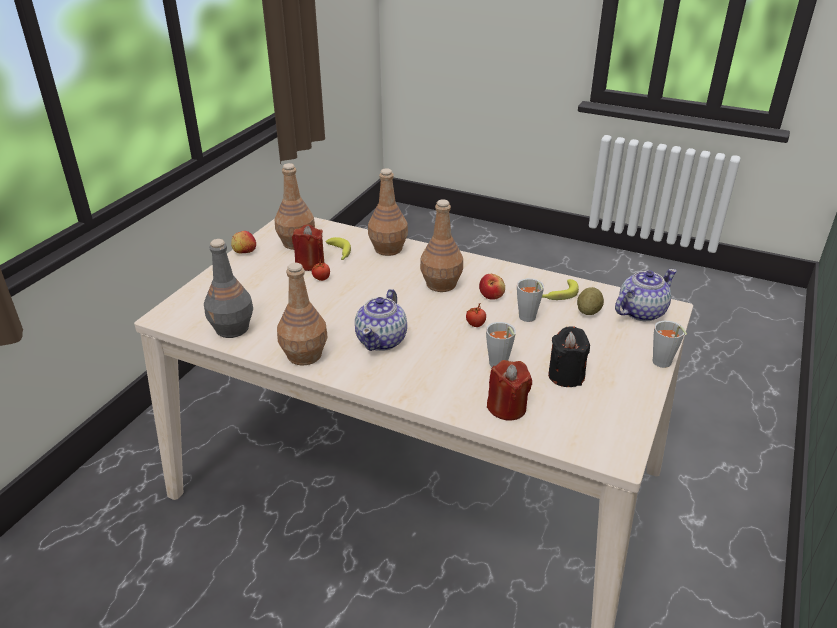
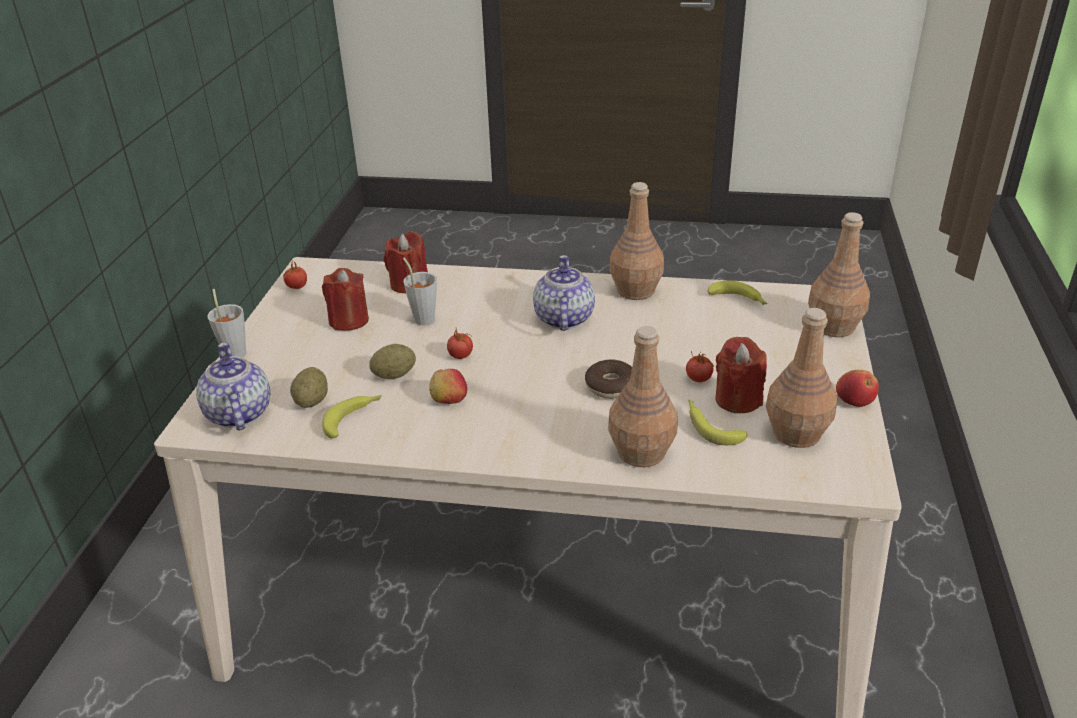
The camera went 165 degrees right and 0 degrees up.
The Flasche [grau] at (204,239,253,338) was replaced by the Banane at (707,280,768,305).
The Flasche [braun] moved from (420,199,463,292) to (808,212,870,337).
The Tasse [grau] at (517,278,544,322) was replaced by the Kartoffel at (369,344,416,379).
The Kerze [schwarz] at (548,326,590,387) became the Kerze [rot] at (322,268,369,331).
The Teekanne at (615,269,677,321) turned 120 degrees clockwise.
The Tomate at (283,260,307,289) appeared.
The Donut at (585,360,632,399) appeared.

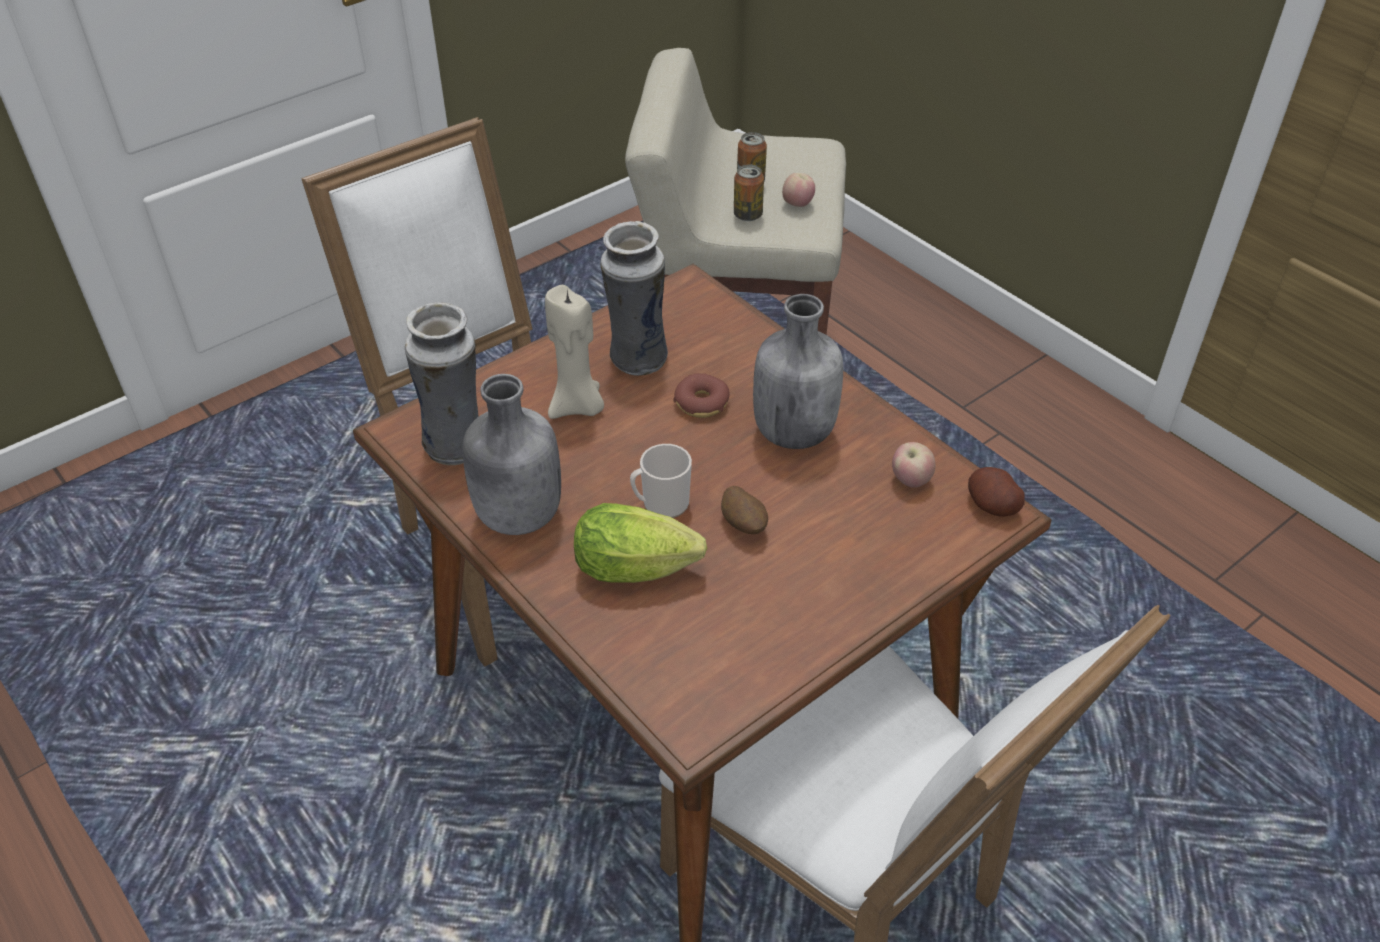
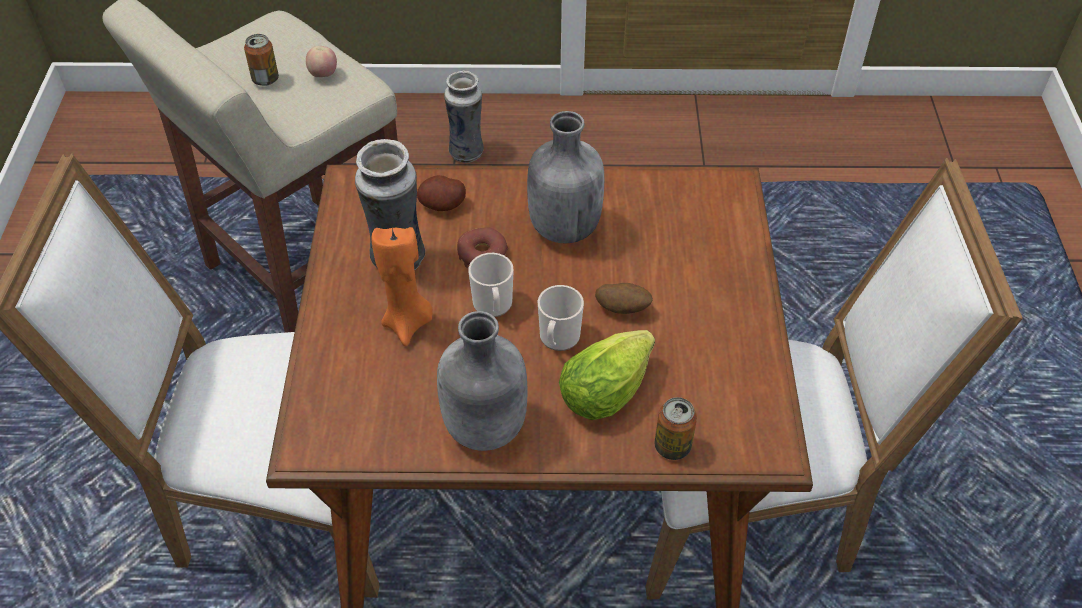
The camera went 50 degrees left and 5 degrees up.
The Vase moved from (405,302,479,465) to (444,71,484,163).
The Kerze [beige] at (545,285,604,419) became the Kerze [orange] at (371,227,433,346).
The Dose moved from (734,165,764,221) to (654,397,697,460).
The Apfel at (892,442,935,488) disappeared.
The Kartoffel moved from (968,467,1025,517) to (417,175,466,211).
The Henkelbecher at (468,253,513,317) appeared.

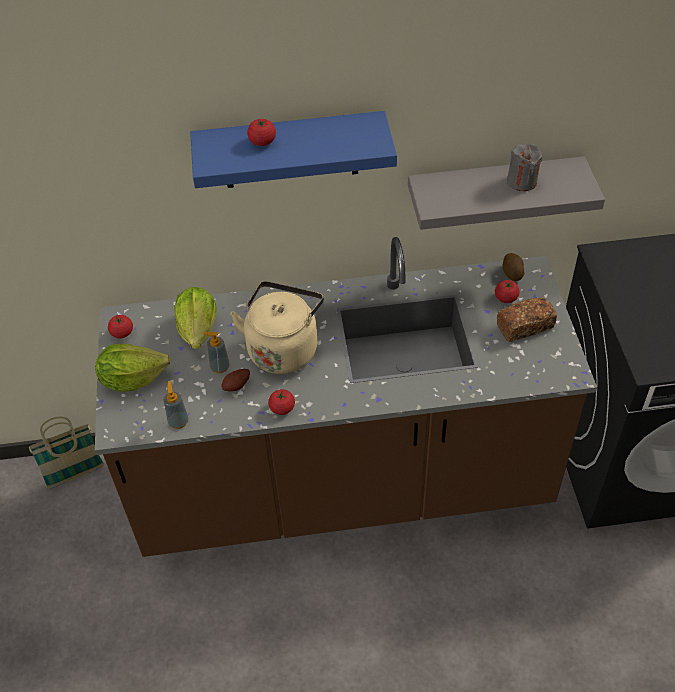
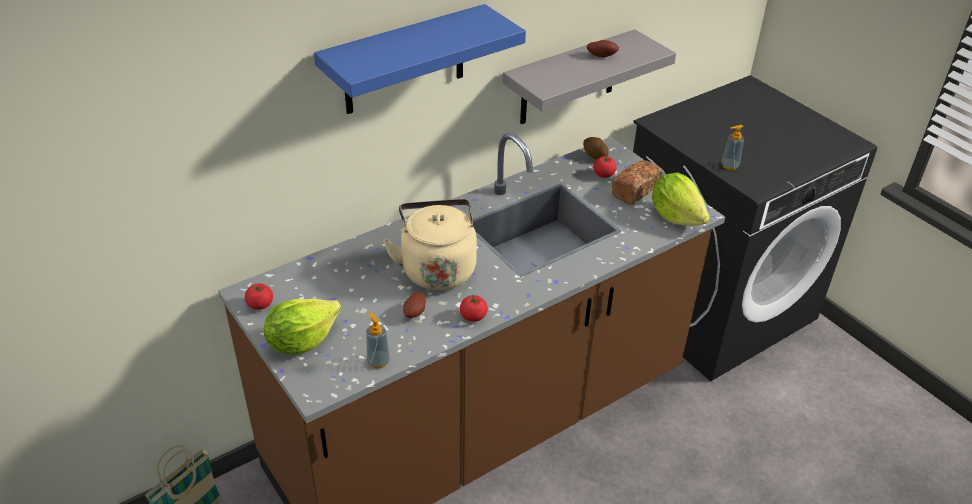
The camera went 30 degrees left and 10 degrees down.
The Salatkopf moved from (175,287,217,349) to (652,172,710,226).
The Seifenspender moved from (203,332,230,373) to (722,125,744,170).
The Tomate at (247,119,276,146) disappeared.
The Kerze [grau] at (507,143,542,191) was replaced by the Kartoffel at (587,40,619,57).

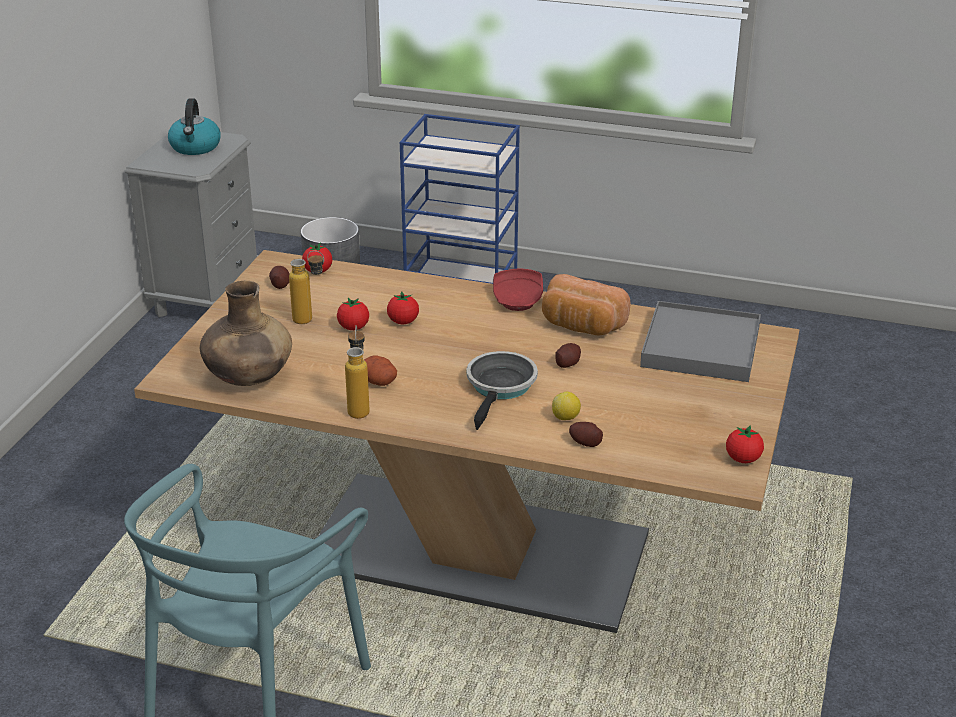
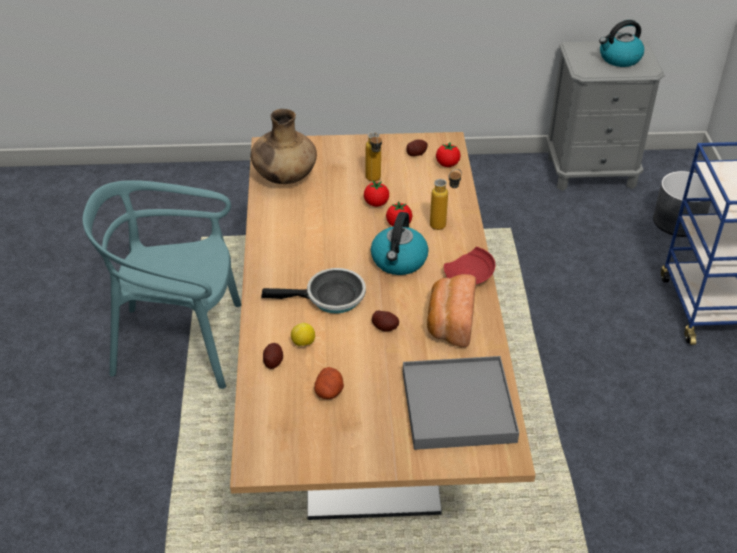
The camera went 70 degrees right and 10 degrees up.
The Flasche moved from (345,325,370,419) to (430,169,462,230).
The Kartoffel moved from (364,355,397,386) to (314,367,344,399).
The Tomate at (726,425,764,463) disappeared.
The Wasserkessel at (371,212,429,275) appeared.

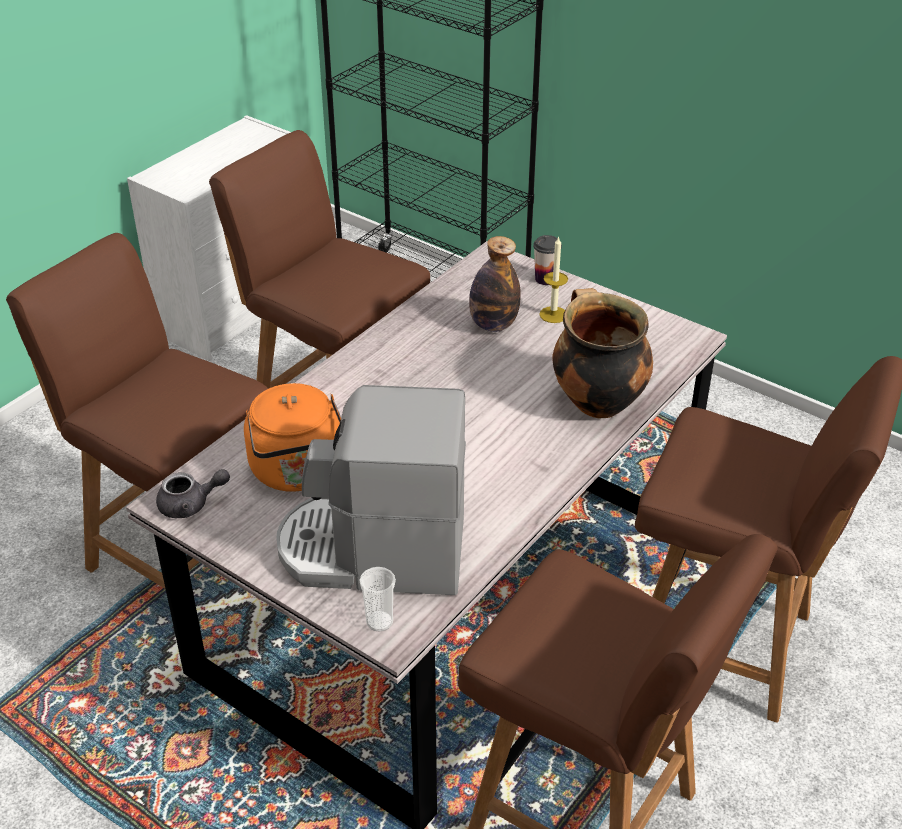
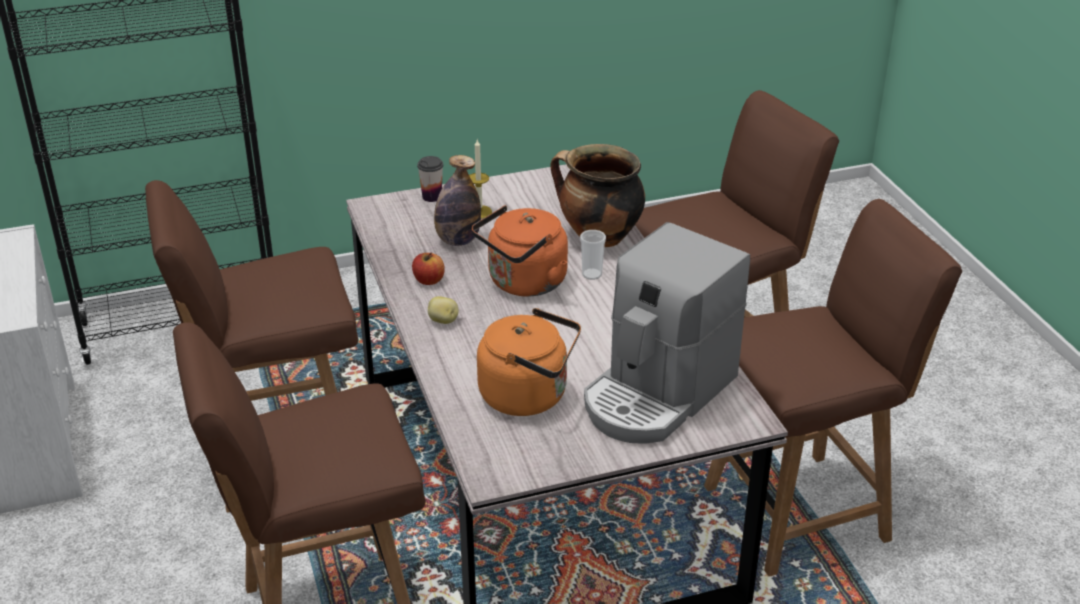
The camera went 55 degrees left and 5 degrees down.
The Teekanne [grau] at (156,469,230,518) disappeared.
The Tasse moved from (359,567,396,632) to (580,230,606,280).
The Apfel at (412,253,445,285) appeared.
The Kartoffel at (428,296,458,324) appeared.
The Wasserkessel [orange] at (472,205,568,297) appeared.

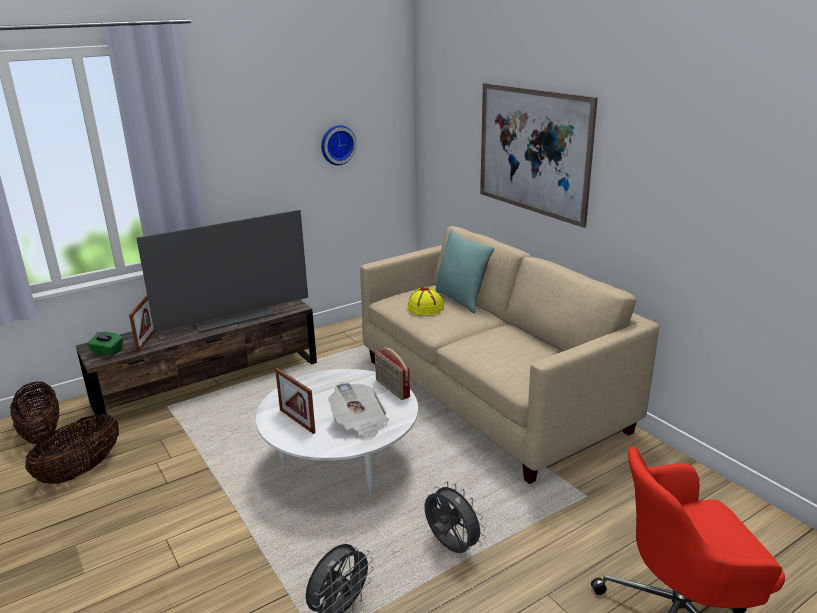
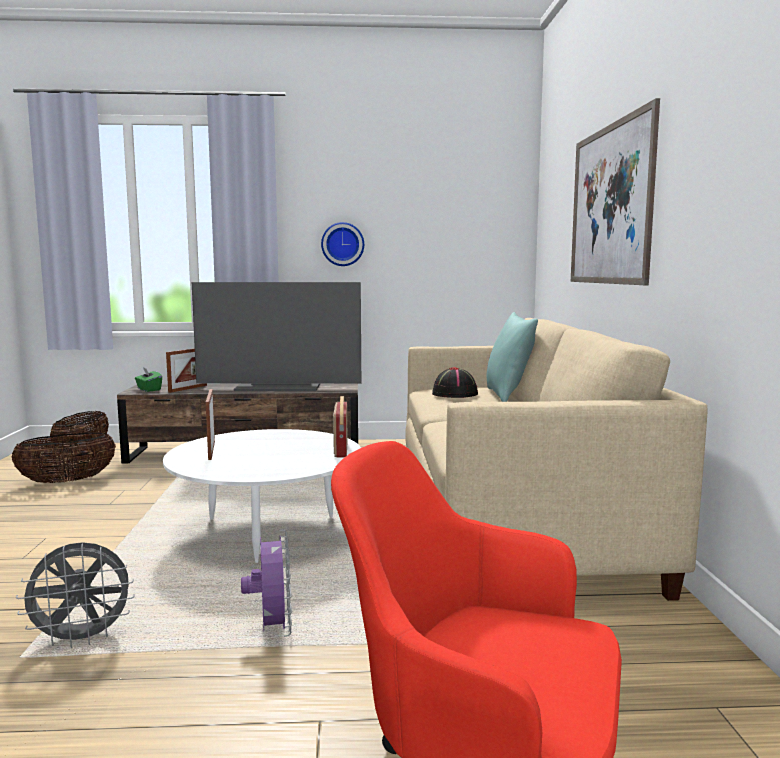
The camera went 30 degrees right and 15 degrees down.
The Wanduhr moved from (321,125,357,165) to (321,222,364,266).
The Zeitung at (328,382,389,440) disappeared.
The Hut [gelb] at (407,287,444,315) became the Hut [schwarz] at (432,367,478,398).
The Ventilator [grau] at (425,482,486,553) became the Ventilator [lila] at (241,529,292,637).

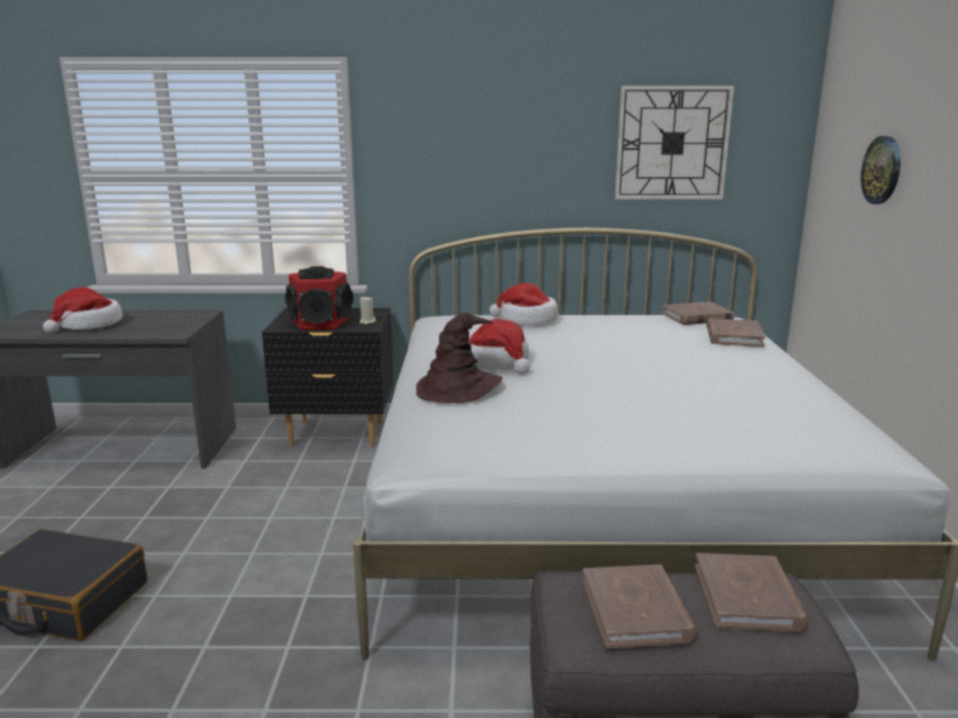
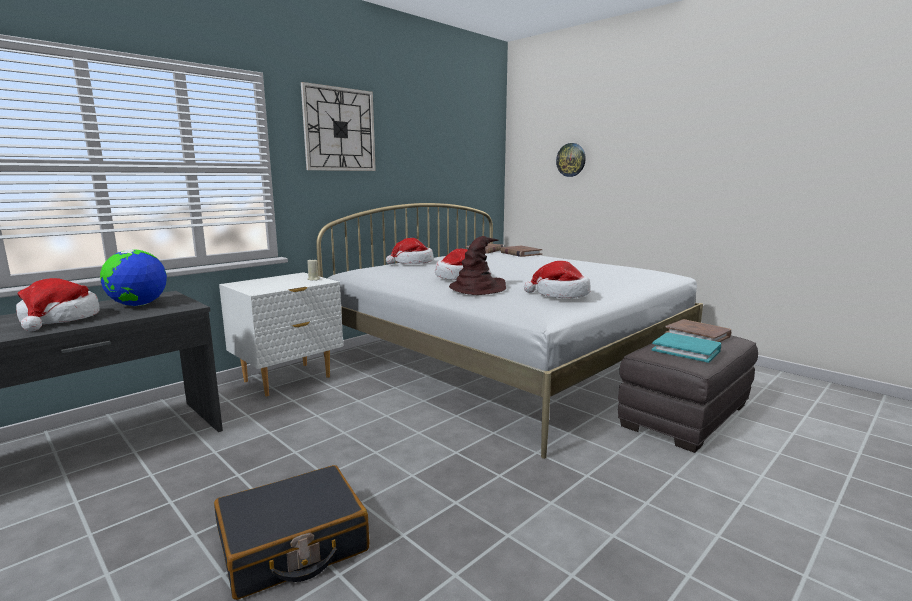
The camera went 45 degrees left and 5 degrees down.
The Nachttisch [schwarz] at (262,308,393,447) became the Nachttisch [weiß] at (219,272,343,396).
The Lautsprecher at (285,266,353,330) disappeared.
The Buch [braun] at (582,564,697,649) became the Buch [türkis] at (652,332,721,363).
The Wanduhr moved from (615,85,734,199) to (301,82,376,171).
The Globus at (100,249,167,306) appeared.
The Hut at (524,261,591,298) appeared.

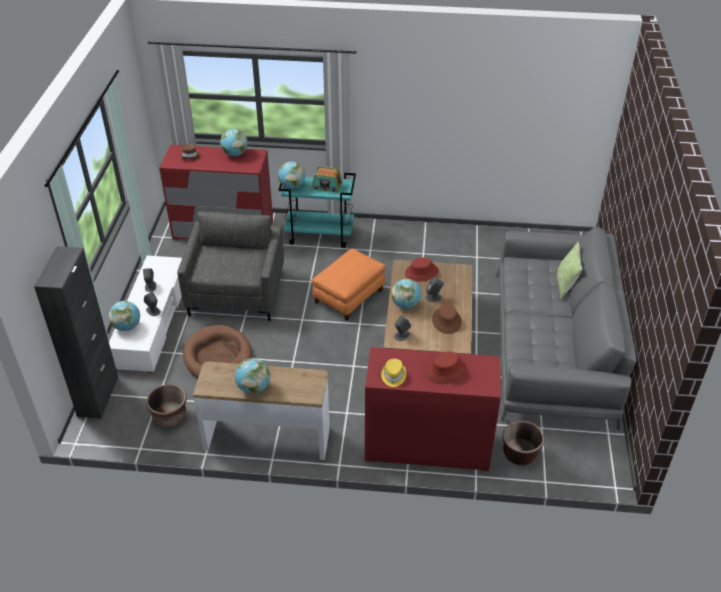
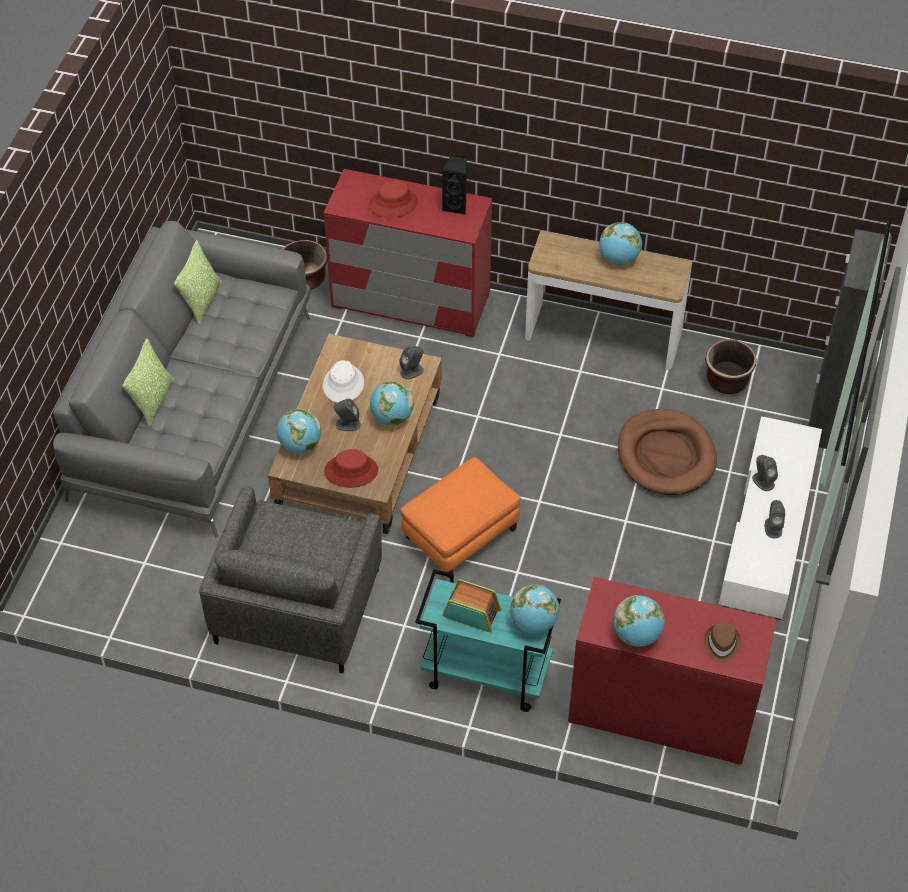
The camera went 170 degrees left and 10 degrees up.
The Globus moved from (109,301,140,331) to (277,409,321,454).
The Sessel [grau] moved from (177,211,284,321) to (199,486,382,673).
The Hut [gelb] at (381,359,407,387) was replaced by the Lautsprecher [schwarz] at (442,155,467,215).
The Hut [braun] at (432,304,462,334) became the Hut [weiß] at (323,360,364,403).
The Kissen at (174,240,222,326) appeared.

